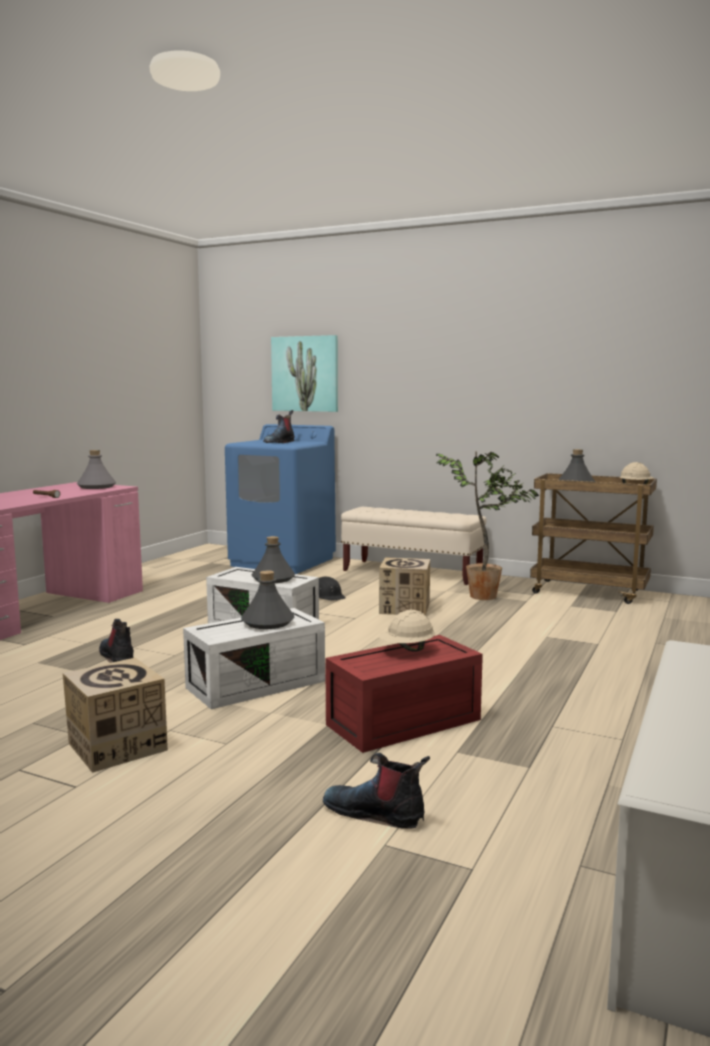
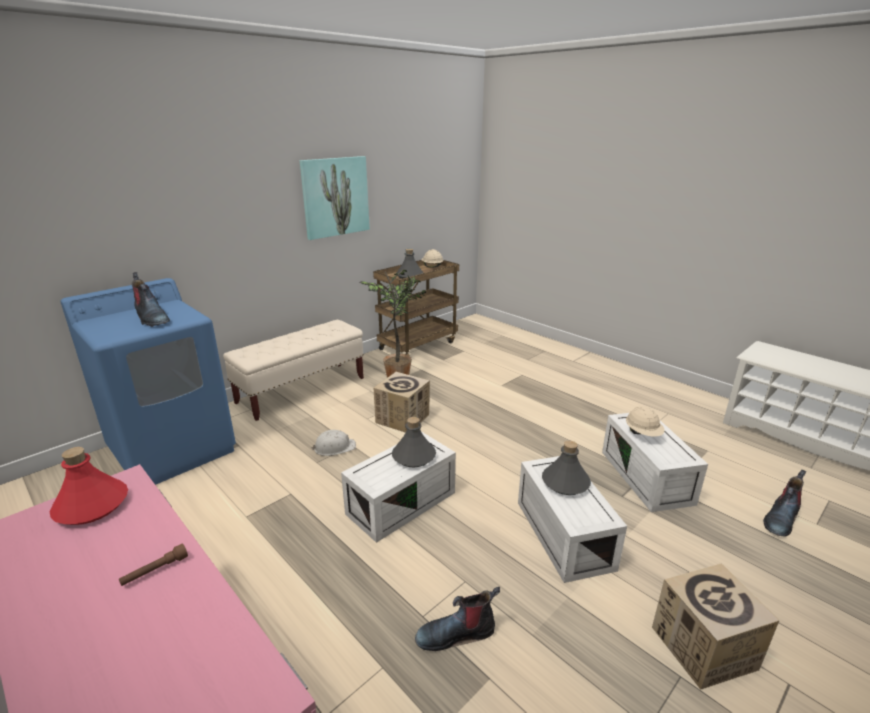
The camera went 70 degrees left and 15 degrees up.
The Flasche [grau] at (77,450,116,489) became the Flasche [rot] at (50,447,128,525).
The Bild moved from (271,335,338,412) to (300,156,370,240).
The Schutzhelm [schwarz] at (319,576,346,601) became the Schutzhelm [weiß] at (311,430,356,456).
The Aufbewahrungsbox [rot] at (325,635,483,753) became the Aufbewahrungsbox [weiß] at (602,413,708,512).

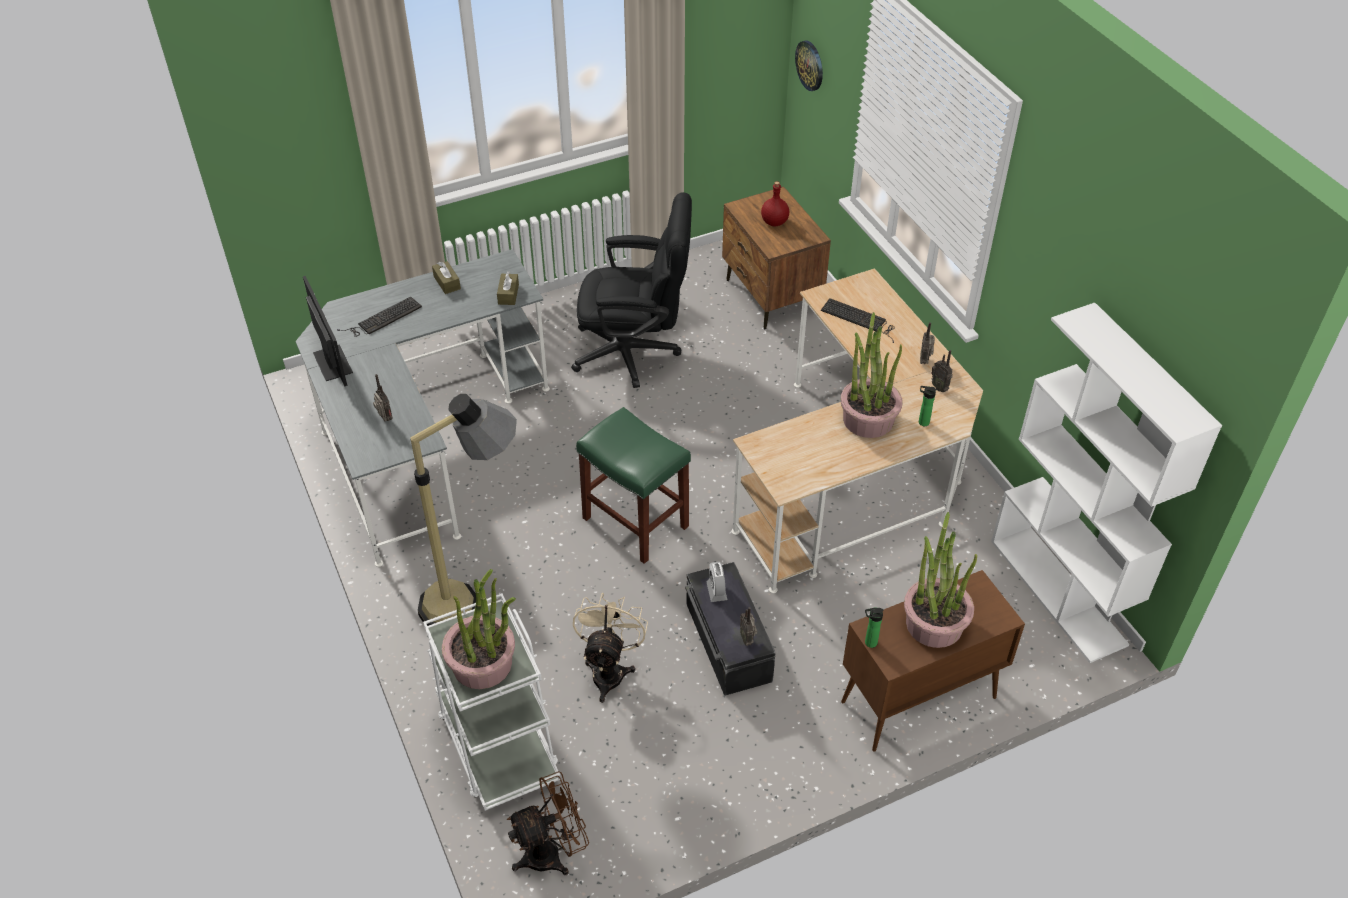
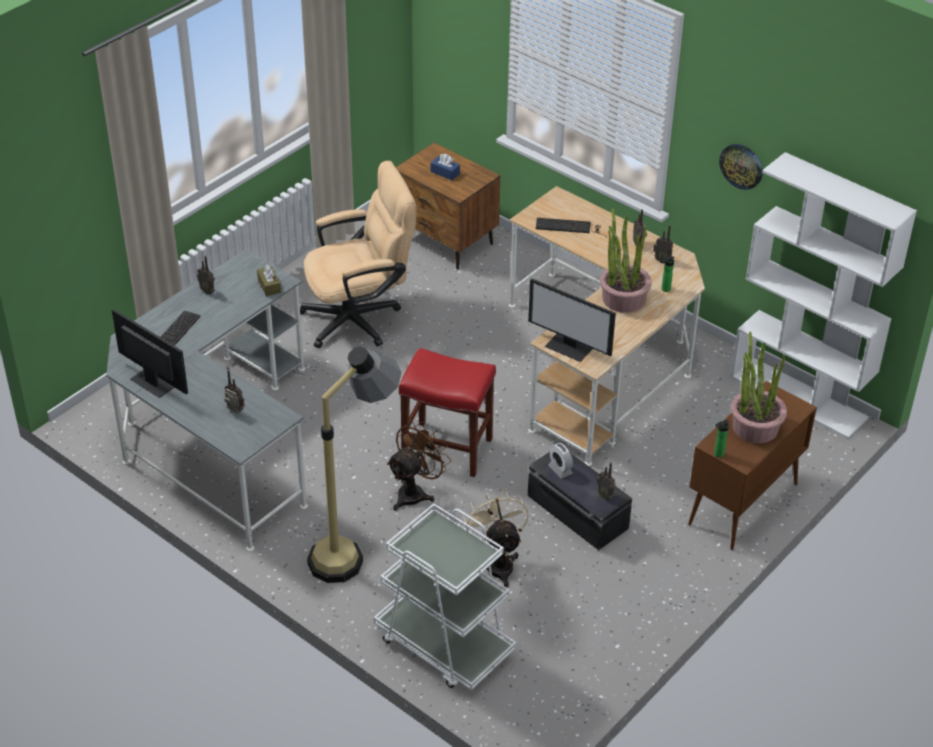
The camera went 25 degrees left and 5 degrees down.
The Taschentuchbox [braun] at (432,261,461,294) was replaced by the Radio at (197,256,215,295).
The Topfpflanze at (442,569,516,689) disappeared.
The Ventilator [braun] moved from (507,771,589,875) to (387,421,451,511).
The Bürostuhl [schwarz] at (571,192,692,388) became the Bürostuhl [beige] at (300,161,416,348).
The Hocker [grün] at (576,407,691,564) became the Hocker [rot] at (399,348,496,477).
The Flasche [rot] at (761,182,789,226) was replaced by the Taschentuchbox [blau] at (431,154,460,180).
The Wanduhr moved from (795,40,823,91) to (719,144,763,190).
The Monitor at (528,278,616,362) appeared.

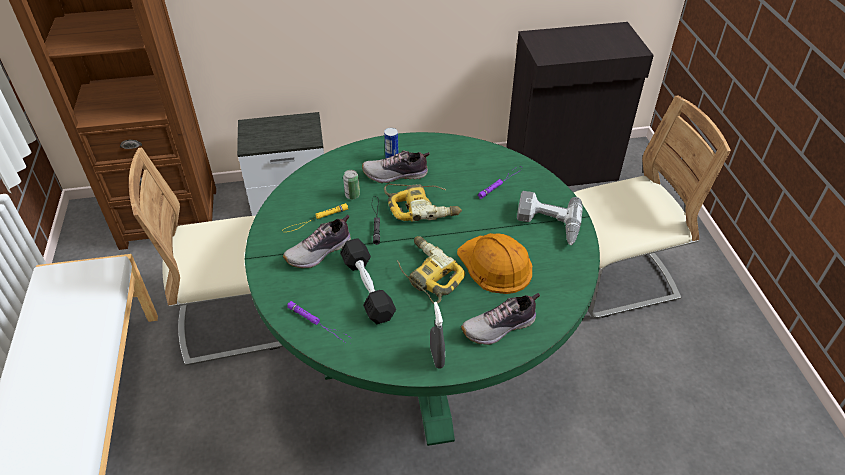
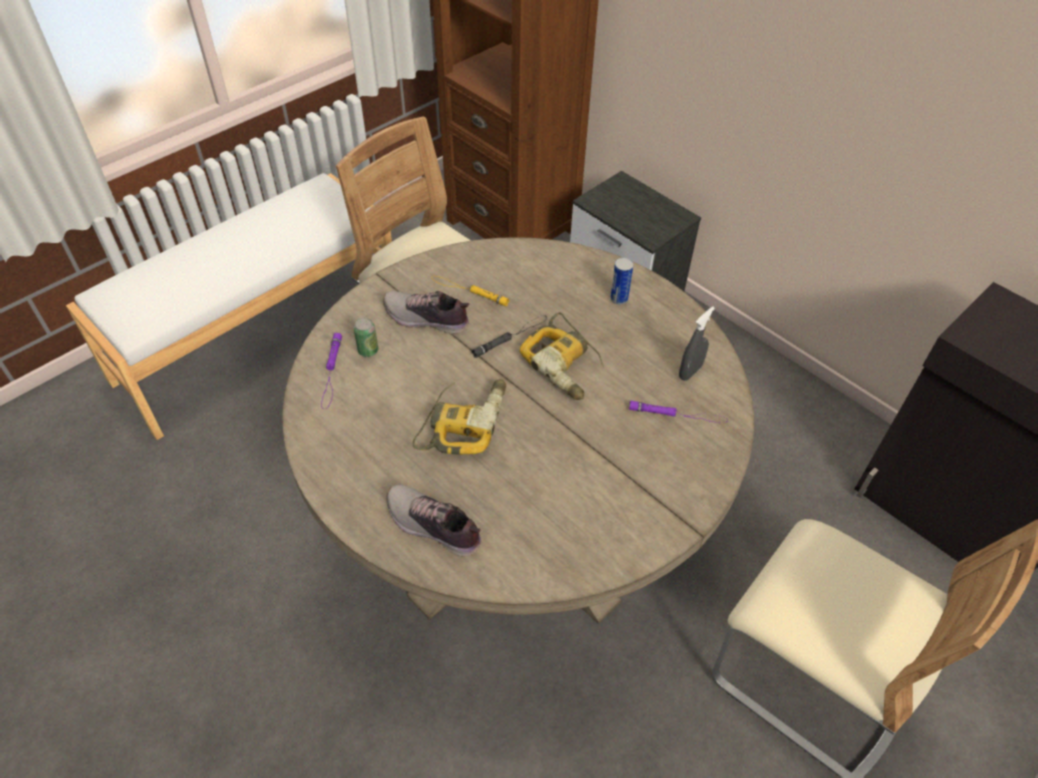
The camera went 55 degrees right and 5 degrees up.
The Esstisch [grün] at (245,132,600,446) became the Esstisch [beige] at (282,237,754,624).
The Hantel [schwarz] at (340,238,396,324) disappeared.
The Dose moved from (343,170,360,199) to (354,318,378,357).
The Schuh at (362,150,430,183) disappeared.
The Sprühflasche [grau] moved from (430,302,445,369) to (679,306,715,381).
The Schutzhelm [orange] at (457,233,532,294) disappeared.
The Bohrmaschine at (517,191,582,245) disappeared.

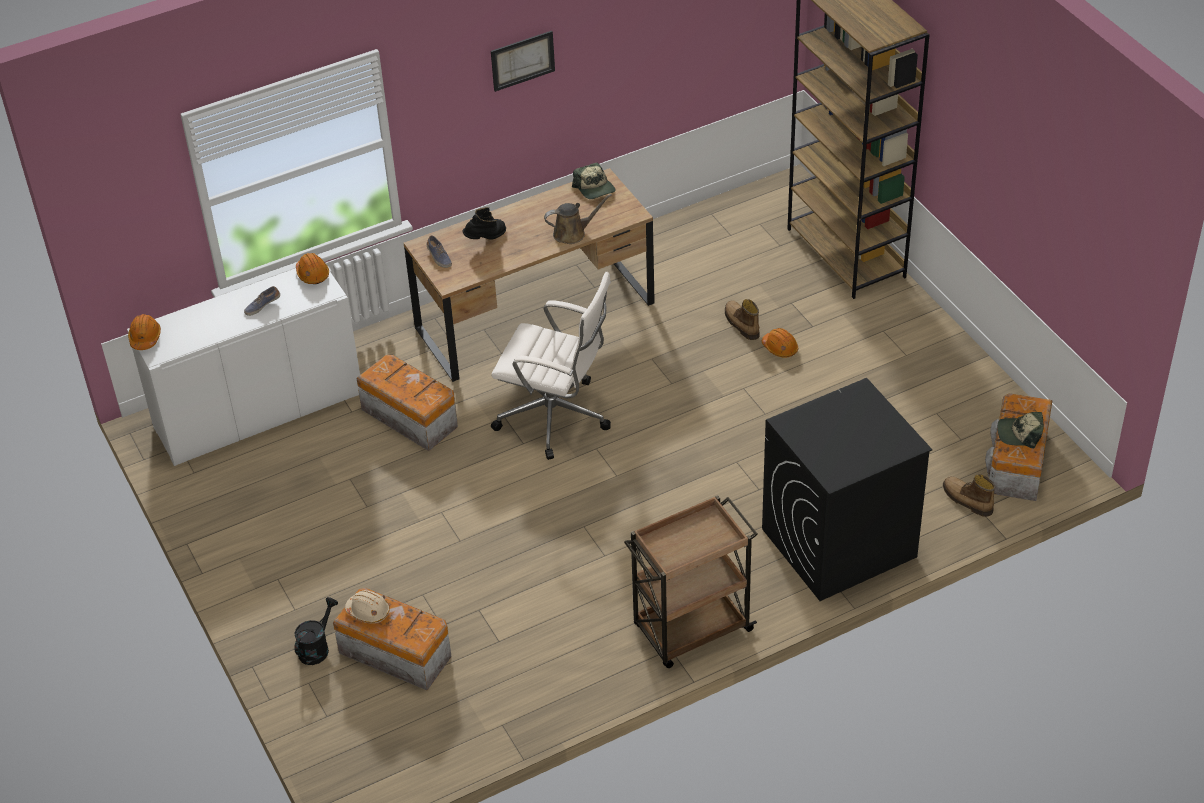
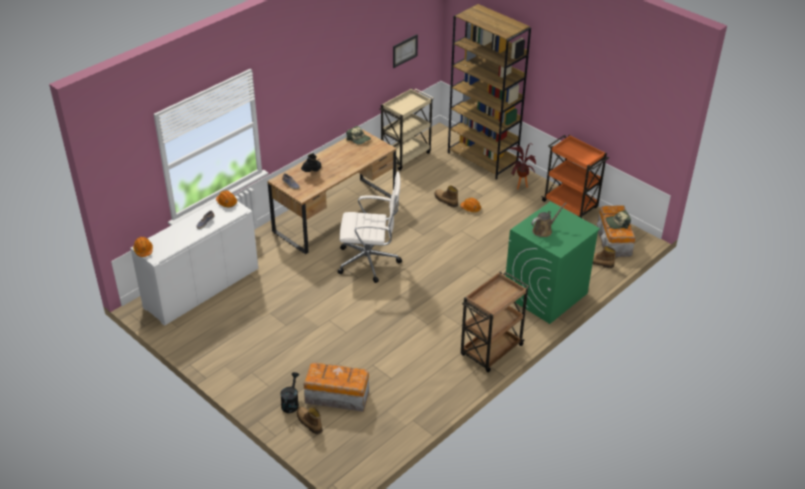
The camera went 20 degrees left and 5 degrees down.
The Schutzhelm [beige] at (345,590,390,623) disappeared.
The Aufbewahrungsbox at (357,355,458,451) disappeared.
The Bild moved from (491,31,555,92) to (393,34,418,68).
The Gießkanne [braun] moved from (544,194,612,244) to (531,203,567,237).
The Waschmaschine [schwarz] at (762,378,932,601) became the Waschmaschine [grün] at (506,202,600,324).
The Stiefel at (297,407,322,434) appeared.
The Rollwagen [beige] at (379,88,434,171) appeared.
The Topfpflanze at (509,143,536,189) appeared.
The Rollwagen [orange] at (541,135,609,218) appeared.

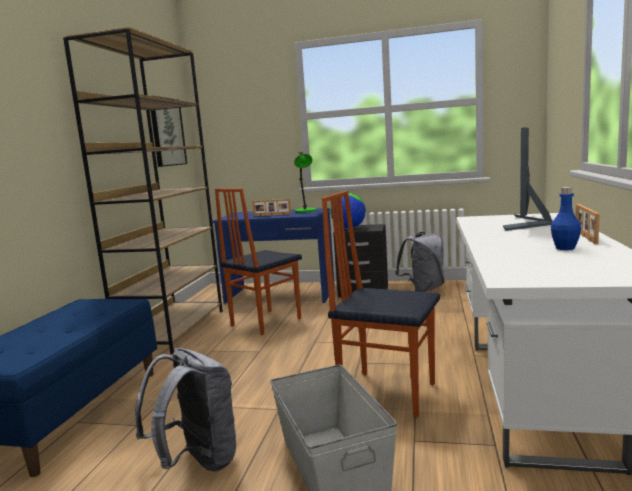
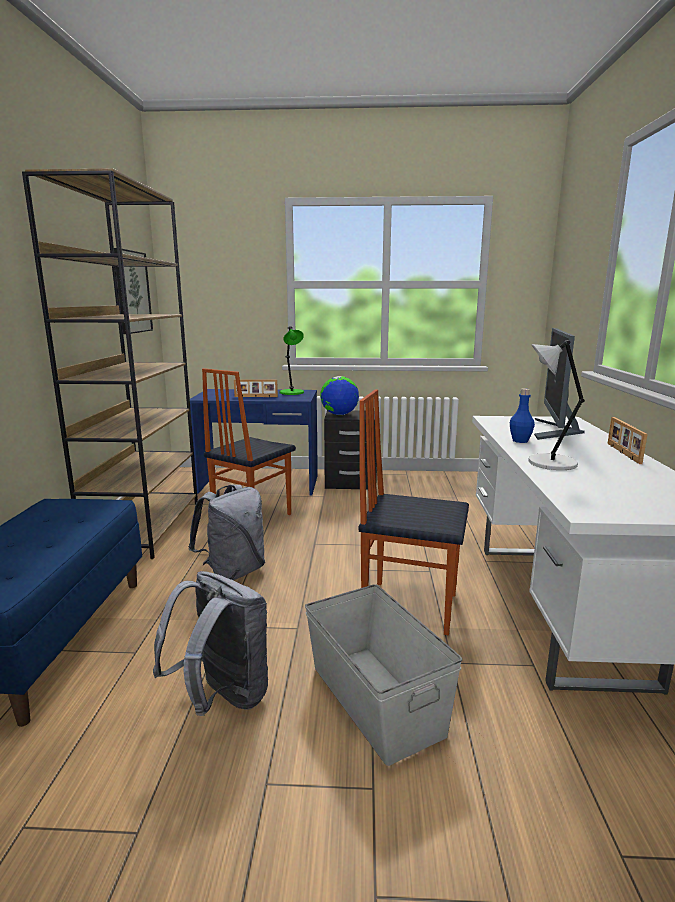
The camera went 10 degrees left and 5 degrees up.
The Rucksack [grau] moved from (395,232,445,292) to (188,484,265,580).
The Flasche [blau] moved from (551,187,581,250) to (510,388,535,443).
The Tischlampe [grau] at (528,340,585,470) appeared.

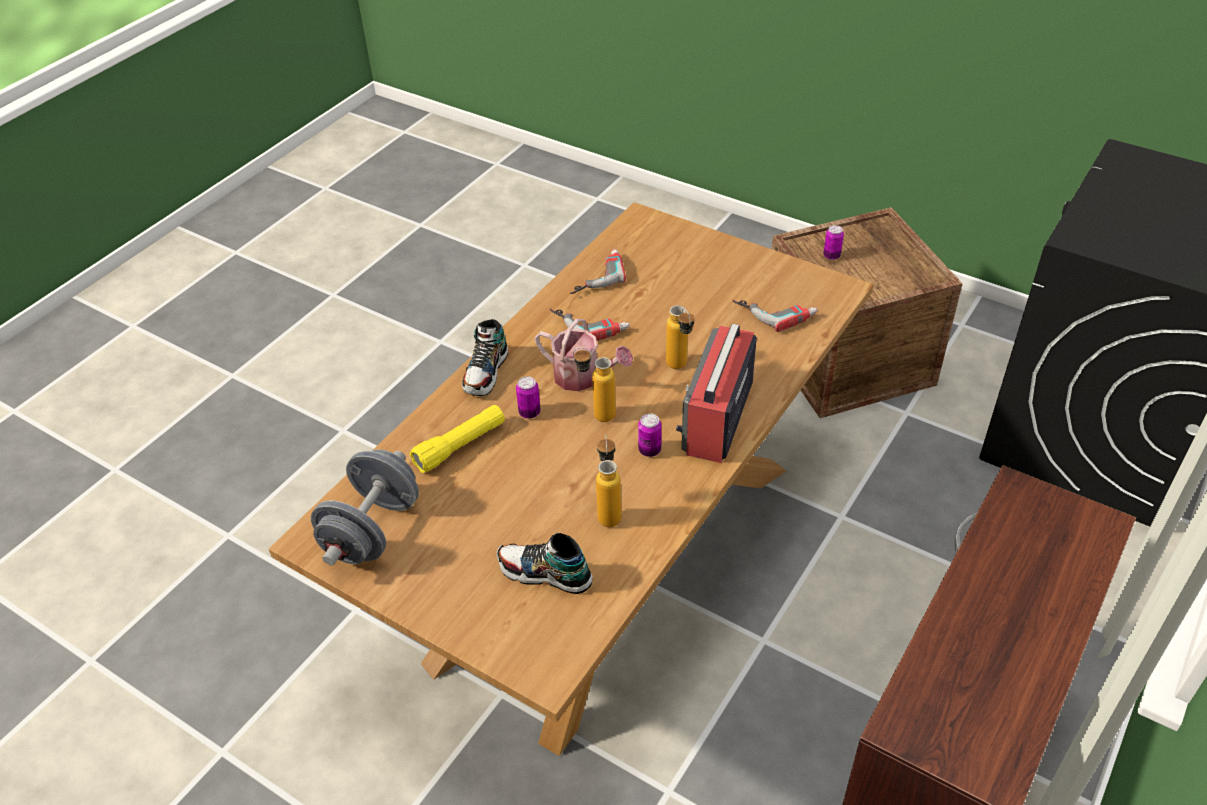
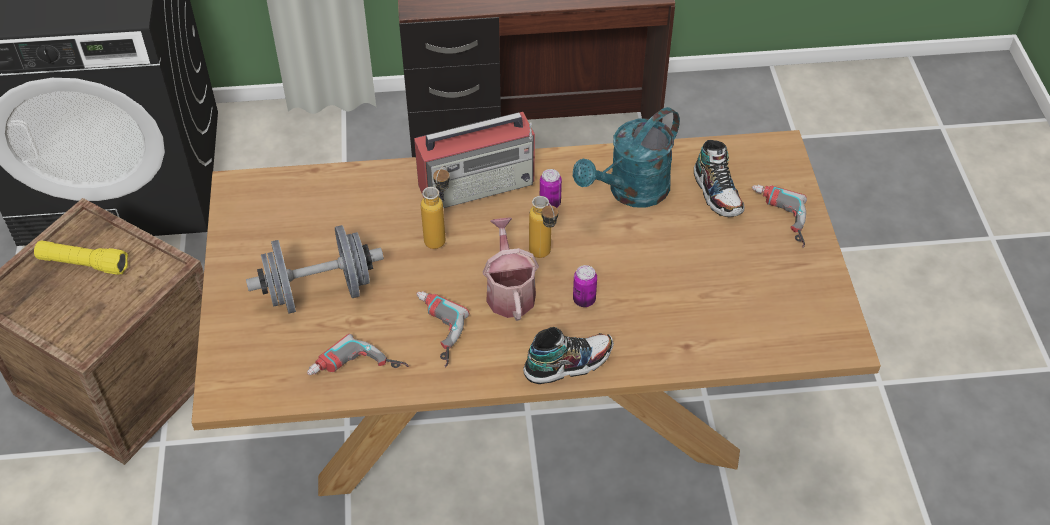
The camera went 130 degrees left and 5 degrees up.
The Hantel [grau] moved from (311,449,419,565) to (246,225,384,314).
The Taschenlampe [gelb] moved from (410,405,505,473) to (34,240,128,275).
The Flasche at (596,434,621,527) was replaced by the Gießkanne [türkis] at (573,107,680,208).
The Bohrmaschine moved from (732,300,818,332) to (752,185,807,248).
The Dose at (823,225,844,260) disappeared.

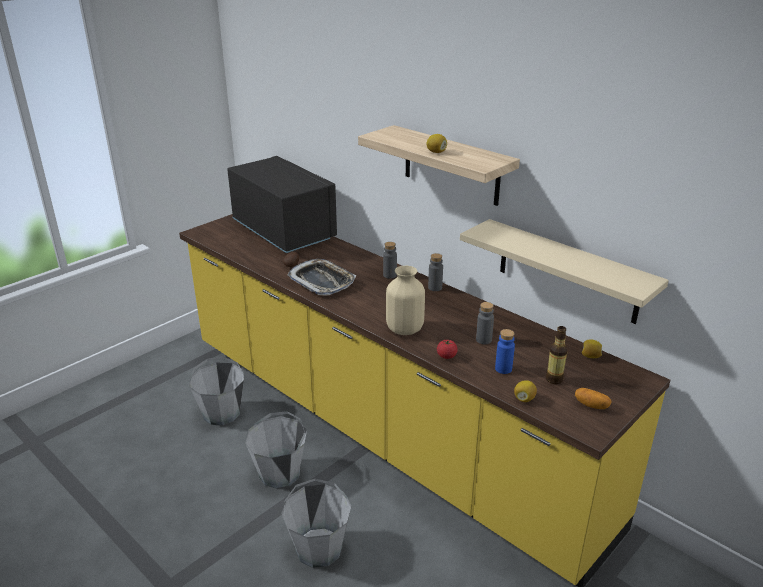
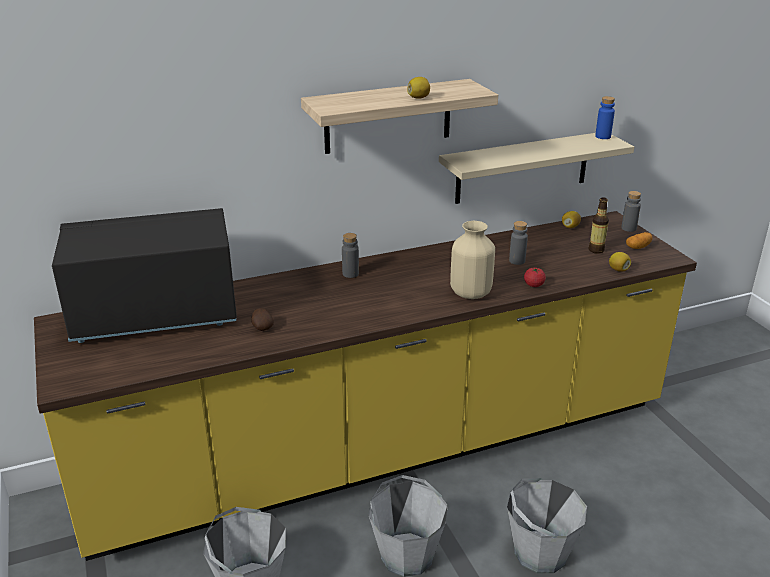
The camera went 65 degrees left and 0 degrees up.
The Tablett at (287,259,356,296) disappeared.
The Flasche [grau] moved from (428,253,443,291) to (621,191,641,232).
The Flasche [blau] moved from (495,329,515,374) to (595,96,615,139).

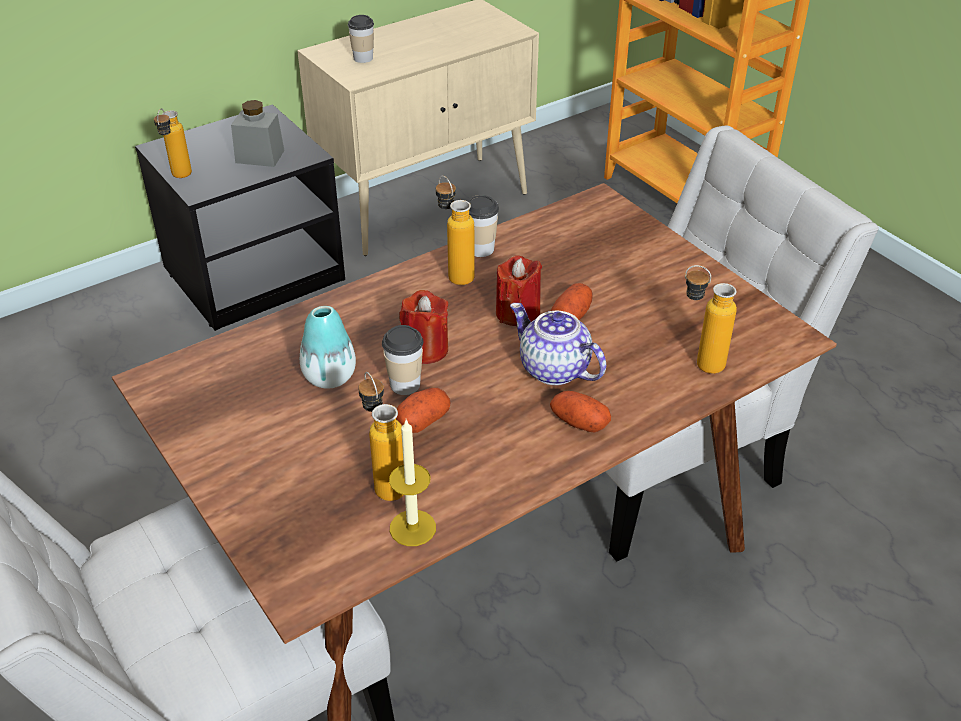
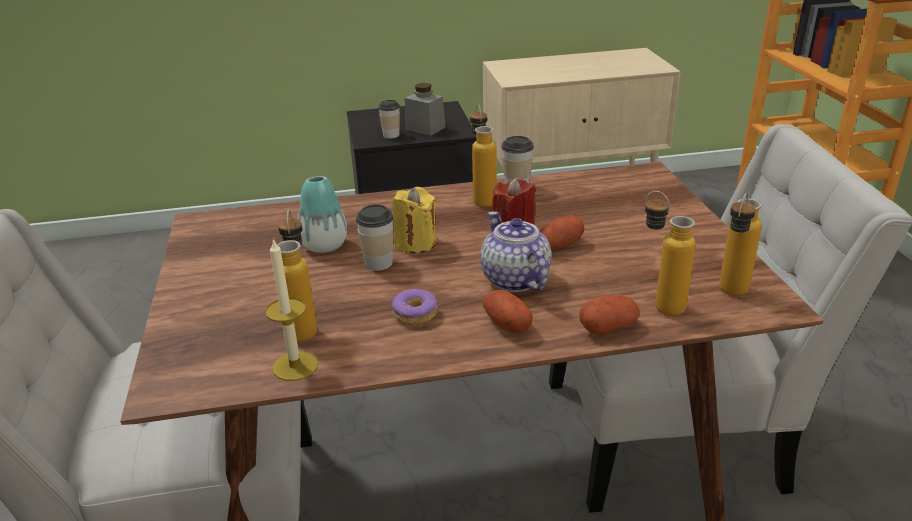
The camera went 25 degrees right and 10 degrees down.
The Flasche moved from (154,108,192,178) to (719,193,762,296).
The Tasse moved from (348,15,374,63) to (378,100,400,138).
The Kartoffel moved from (396,388,451,433) to (580,295,640,335).
The Kerze [rot] at (399,290,448,364) became the Kerze [gelb] at (392,187,437,253).
The Donut at (392,288,438,325) appeared.

